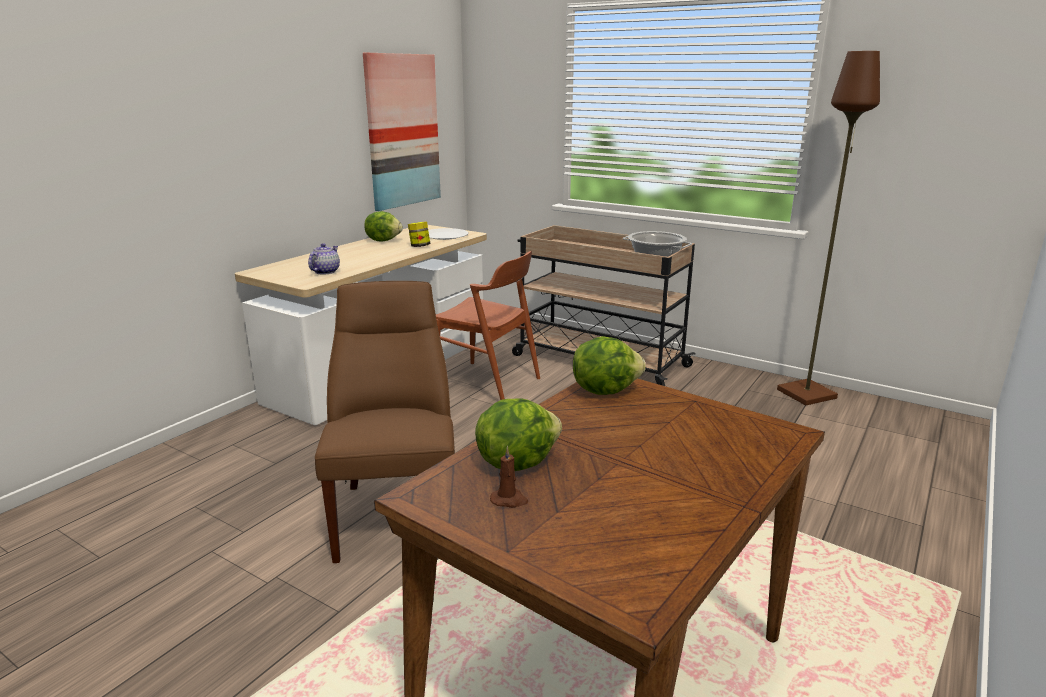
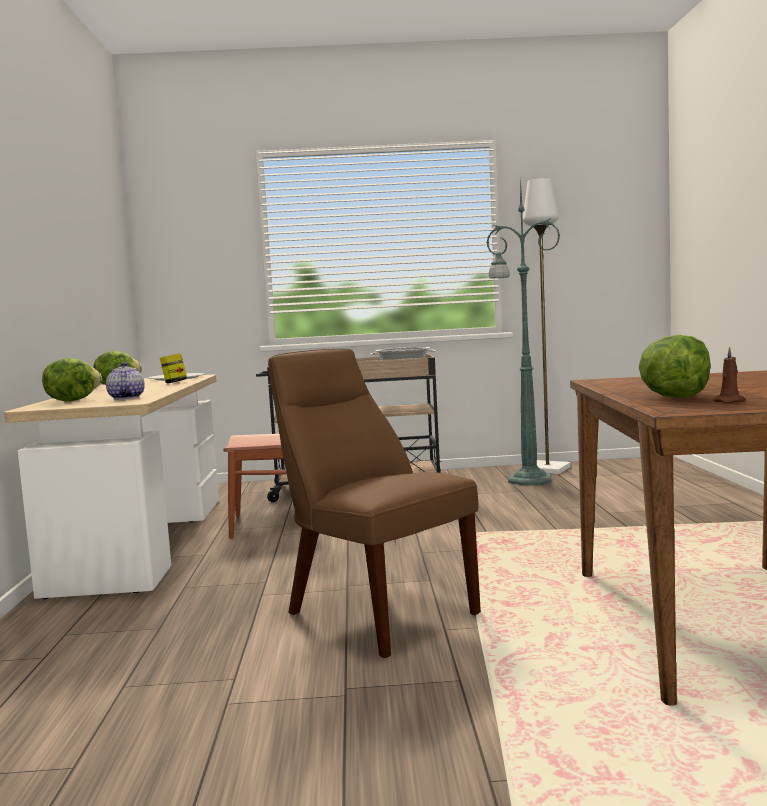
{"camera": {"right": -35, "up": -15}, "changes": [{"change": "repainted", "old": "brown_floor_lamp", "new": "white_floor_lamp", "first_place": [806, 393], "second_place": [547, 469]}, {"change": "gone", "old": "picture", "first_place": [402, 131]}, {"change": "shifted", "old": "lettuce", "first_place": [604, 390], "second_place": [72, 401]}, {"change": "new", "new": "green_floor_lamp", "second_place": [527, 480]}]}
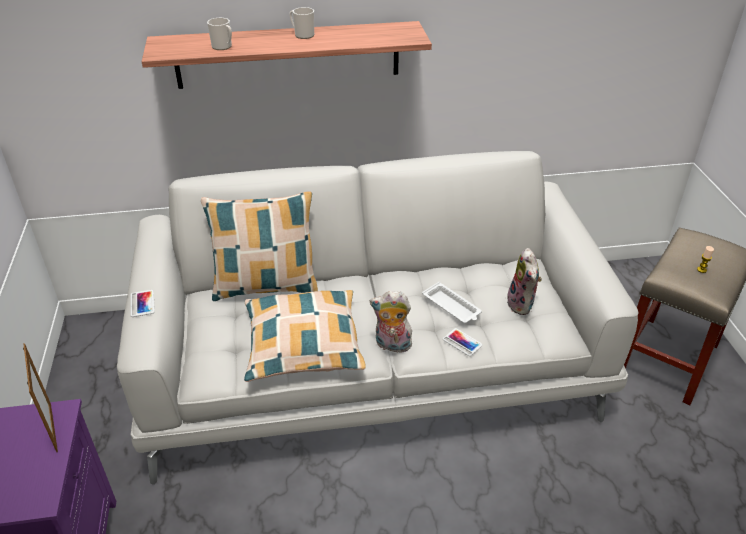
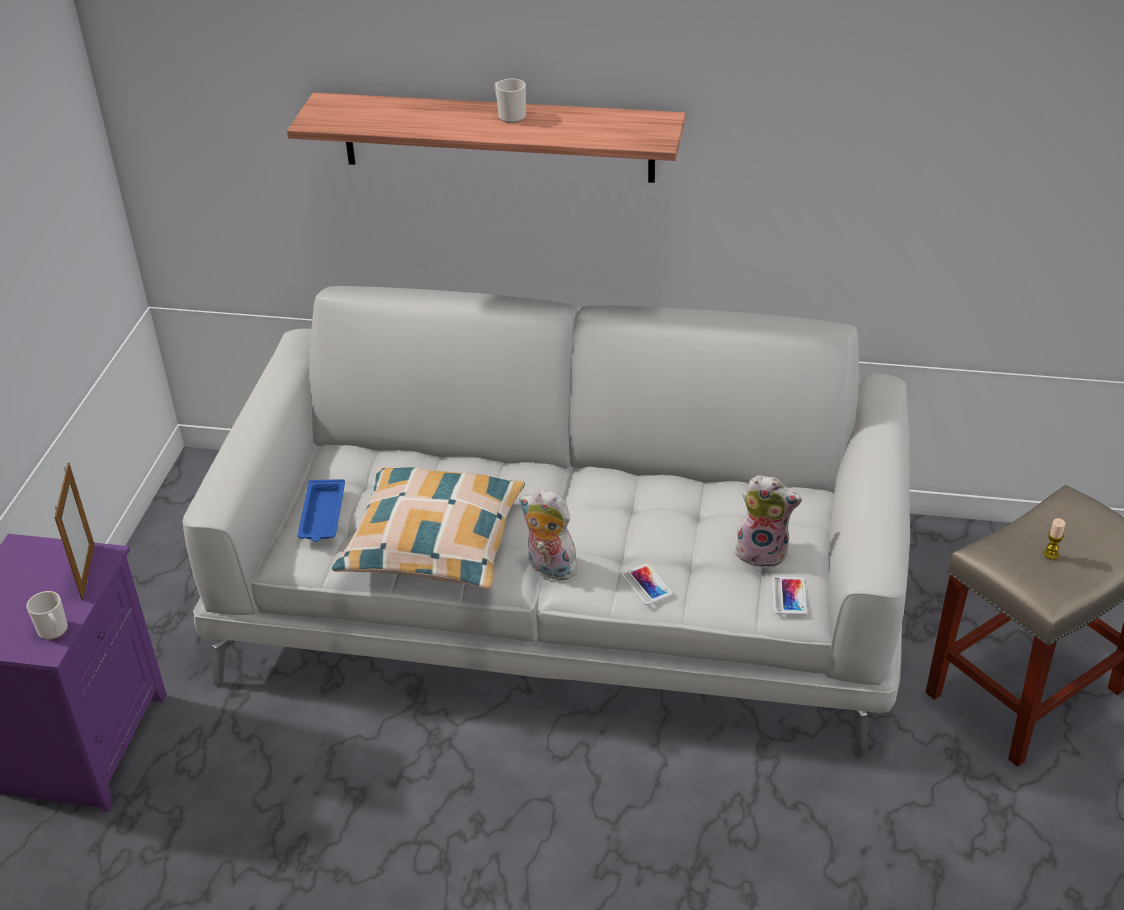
{"camera": {"right": 20, "up": 0}, "changes": [{"change": "shifted", "old": "mug", "first_place": [223, 47], "second_place": [54, 631]}, {"change": "gone", "old": "pillow", "first_place": [266, 286]}, {"change": "rotated", "old": "plush_toy", "first_place": [522, 305], "second_place": [763, 552], "degrees": -90}, {"change": "gone", "old": "white_tray", "first_place": [452, 307]}, {"change": "shifted", "old": "phone", "first_place": [142, 303], "second_place": [789, 596]}, {"change": "new", "new": "blue_tray", "second_place": [322, 515]}]}
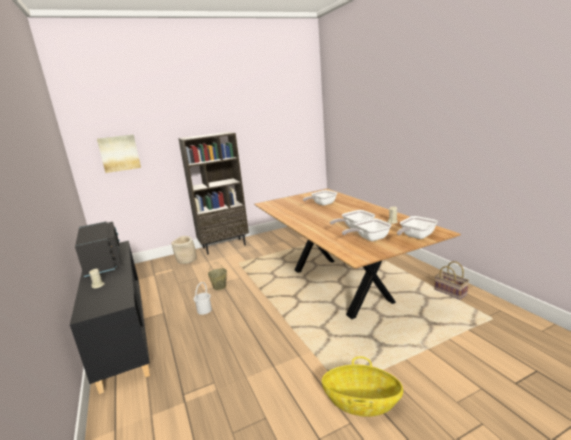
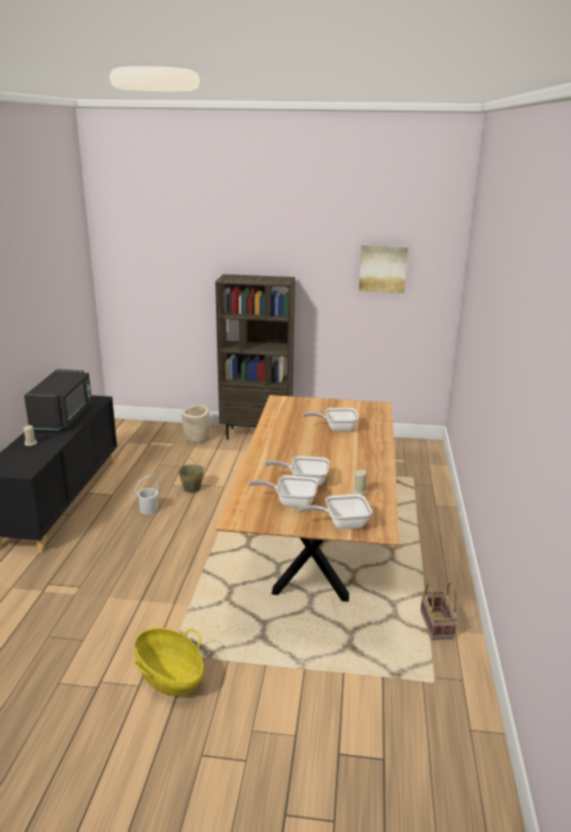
{"camera": {"right": 30, "up": 5}, "changes": [{"change": "shifted", "old": "picture", "first_place": [119, 153], "second_place": [383, 268]}]}
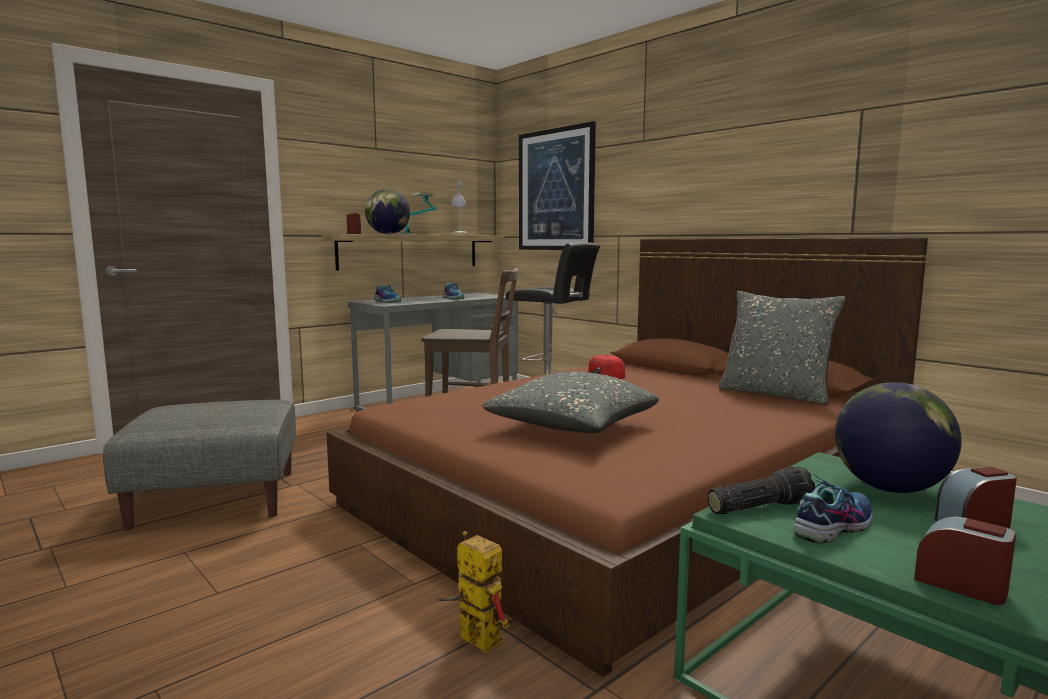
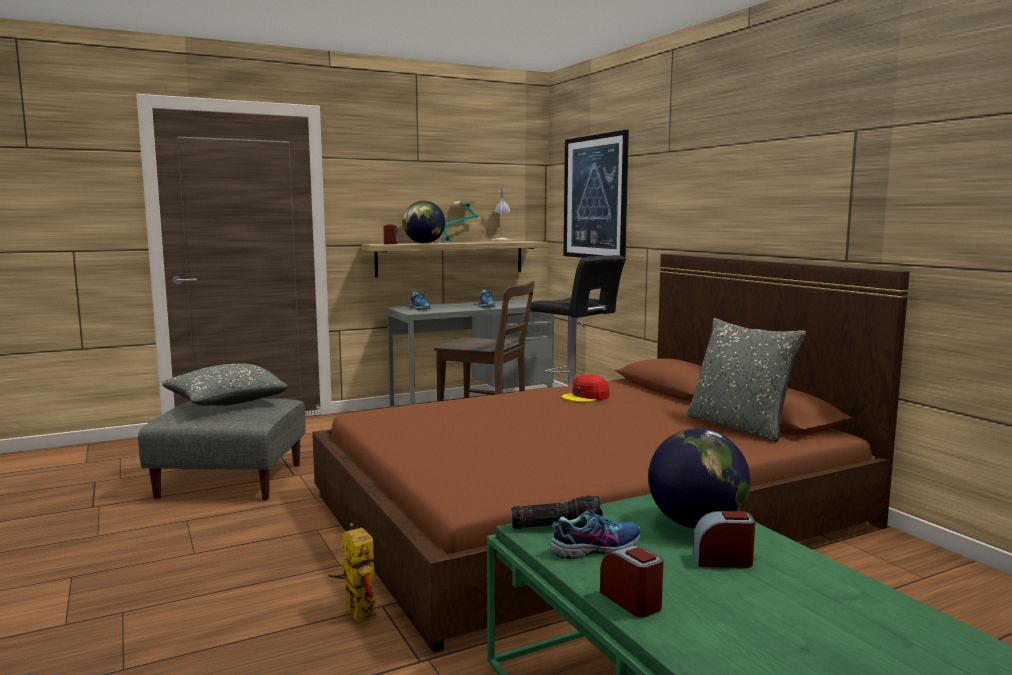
{"camera": {"right": 15, "up": 0}, "changes": [{"change": "shifted", "old": "grey_pillow", "first_place": [572, 428], "second_place": [225, 404]}]}
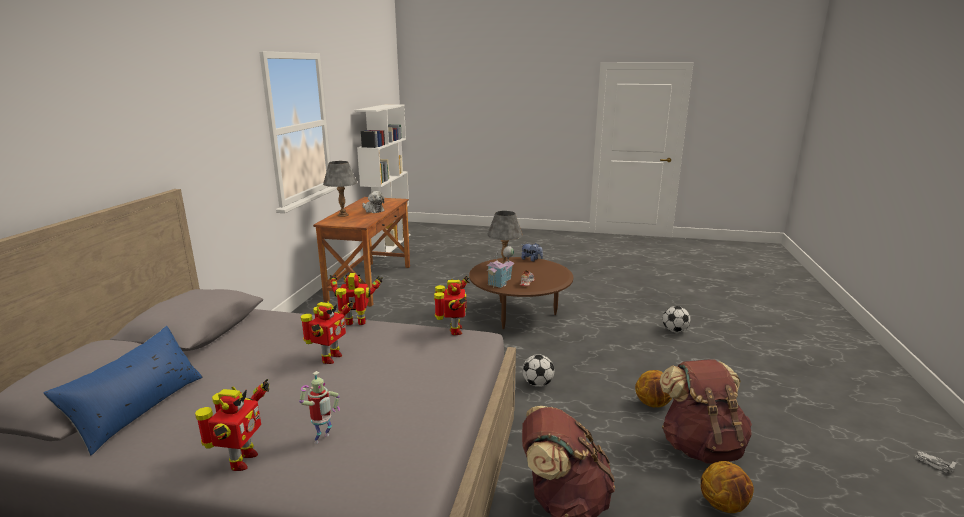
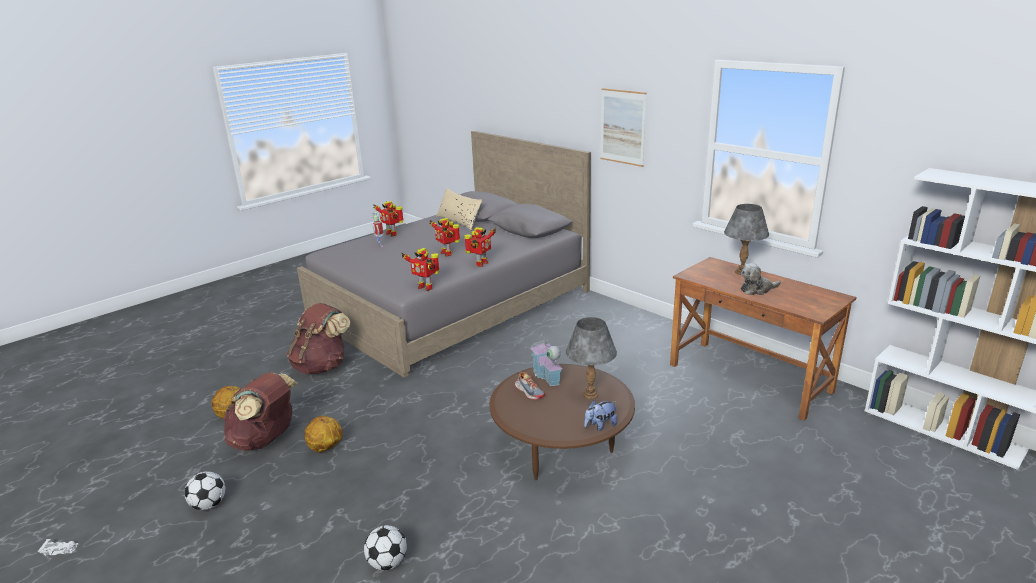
{"camera": {"right": 125, "up": 5}, "changes": [{"change": "repainted", "old": "blue_pillow", "new": "beige_pillow", "first_place": [139, 409], "second_place": [459, 221]}, {"change": "shifted", "old": "football", "first_place": [537, 384], "second_place": [209, 505]}, {"change": "new", "new": "picture", "second_place": [622, 127]}]}
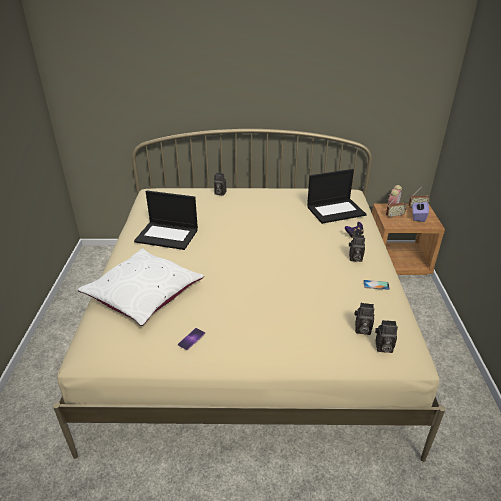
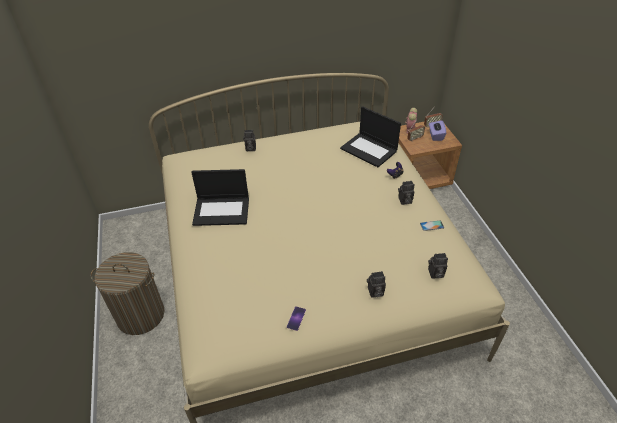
{"camera": {"right": -15, "up": 10}, "changes": [{"change": "rotated", "old": "laptop", "first_place": [336, 210], "second_place": [369, 150], "degrees": 75}, {"change": "gone", "old": "white_pillow", "first_place": [143, 293]}, {"change": "shifted", "old": "photo_camera", "first_place": [383, 347], "second_place": [375, 292]}, {"change": "new", "new": "laundry_basket", "second_place": [140, 315]}]}
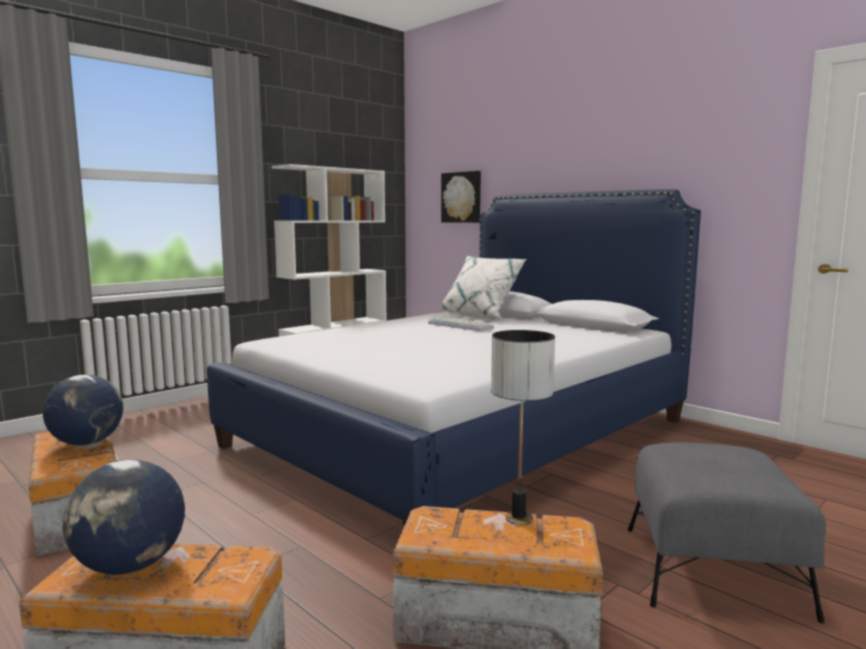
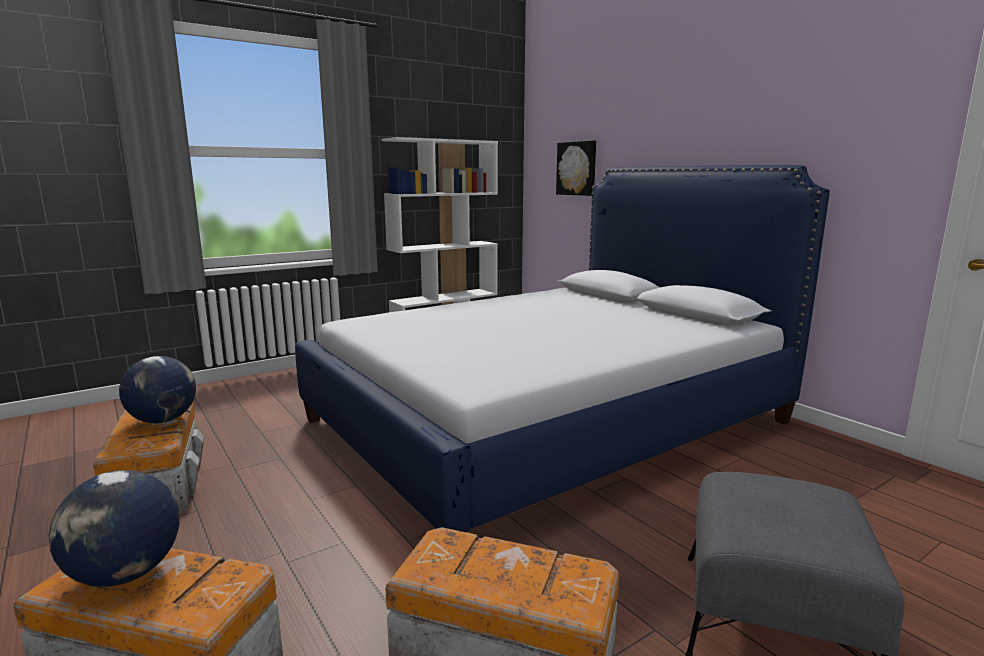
{"camera": {"right": 10, "up": 5}, "changes": [{"change": "gone", "old": "white_pillow", "first_place": [480, 315]}, {"change": "gone", "old": "keyboard", "first_place": [461, 325]}, {"change": "gone", "old": "table_lamp", "first_place": [519, 518]}]}
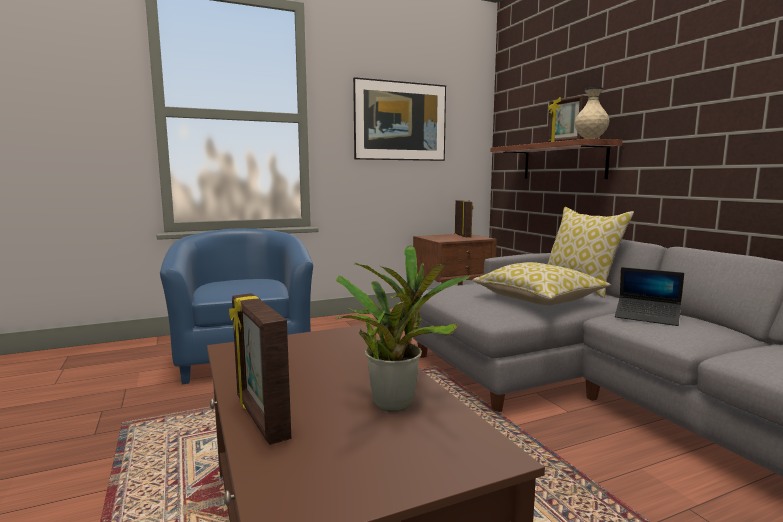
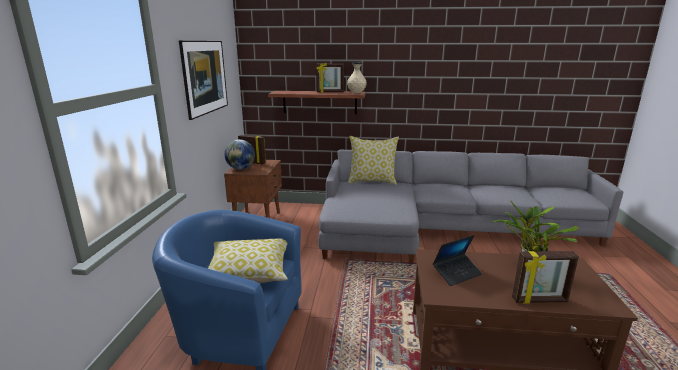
{"camera": {"right": -60, "up": 10}, "changes": [{"change": "shifted", "old": "pillow", "first_place": [538, 299], "second_place": [249, 272]}, {"change": "shifted", "old": "laptop", "first_place": [647, 317], "second_place": [457, 273]}, {"change": "new", "new": "globe", "second_place": [241, 168]}]}
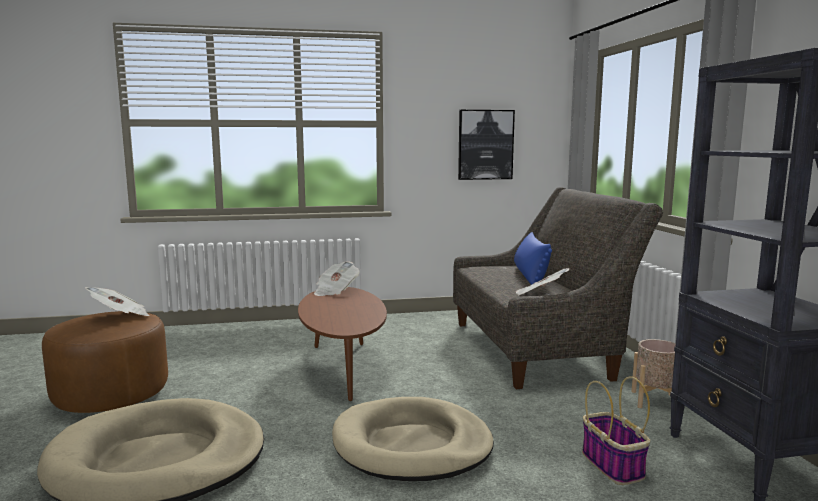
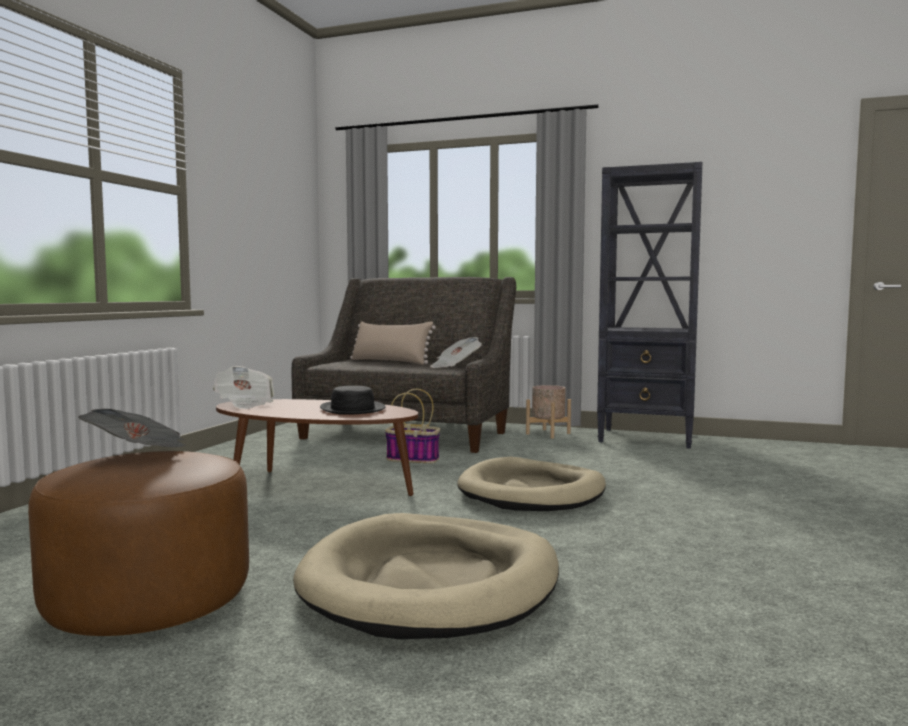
{"camera": {"right": -60, "up": -5}, "changes": [{"change": "gone", "old": "picture", "first_place": [485, 144]}, {"change": "repainted", "old": "blue_pillow", "new": "beige_pillow", "first_place": [530, 275], "second_place": [390, 361]}, {"change": "shifted", "old": "basket", "first_place": [613, 465], "second_place": [414, 459]}, {"change": "new", "new": "black_hat", "second_place": [352, 409]}]}
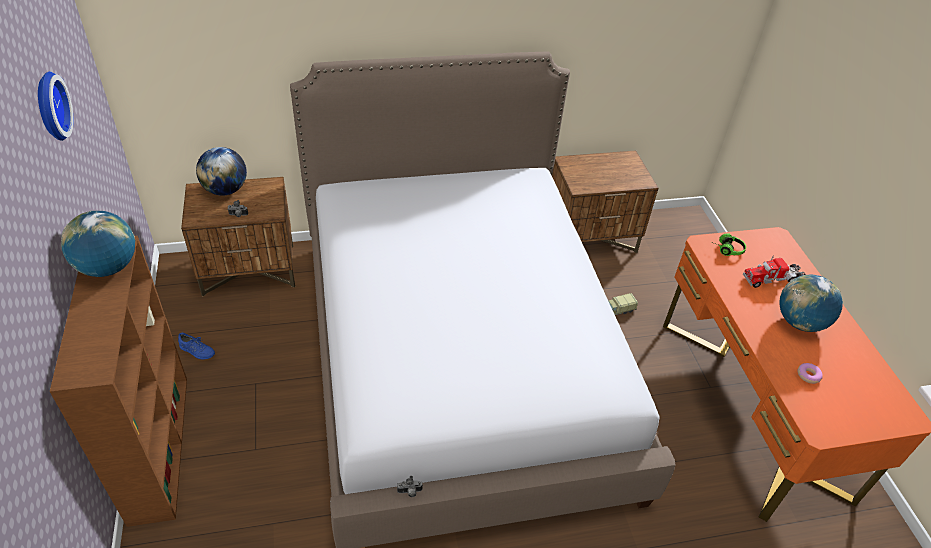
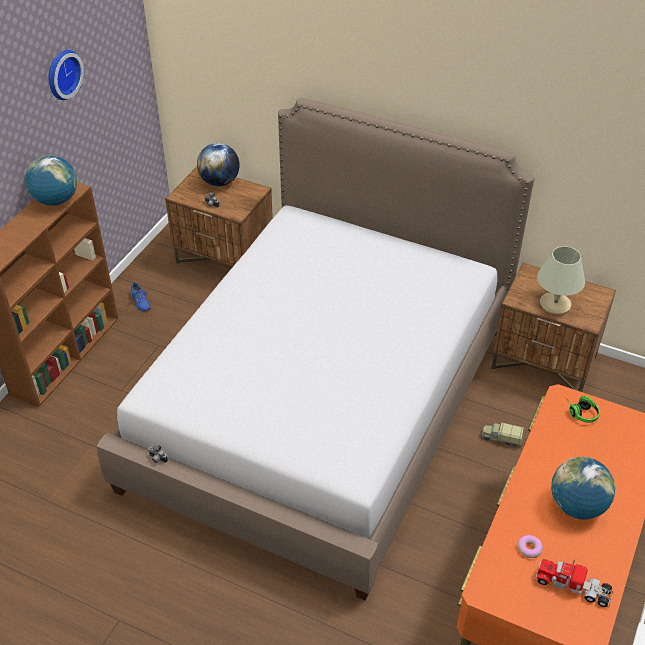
{"camera": {"right": 40, "up": 0}, "changes": [{"change": "shifted", "old": "toy_truck", "first_place": [773, 278], "second_place": [573, 586]}, {"change": "new", "new": "beige_table_lamp", "second_place": [554, 304]}]}
